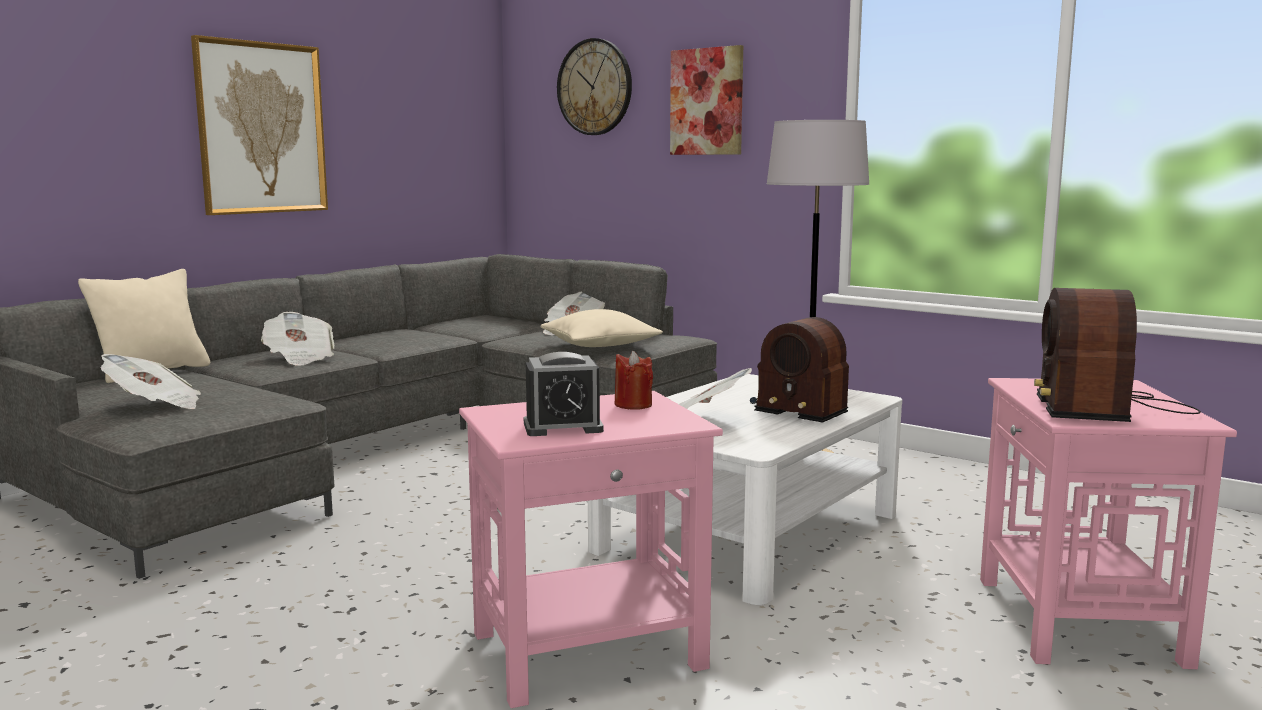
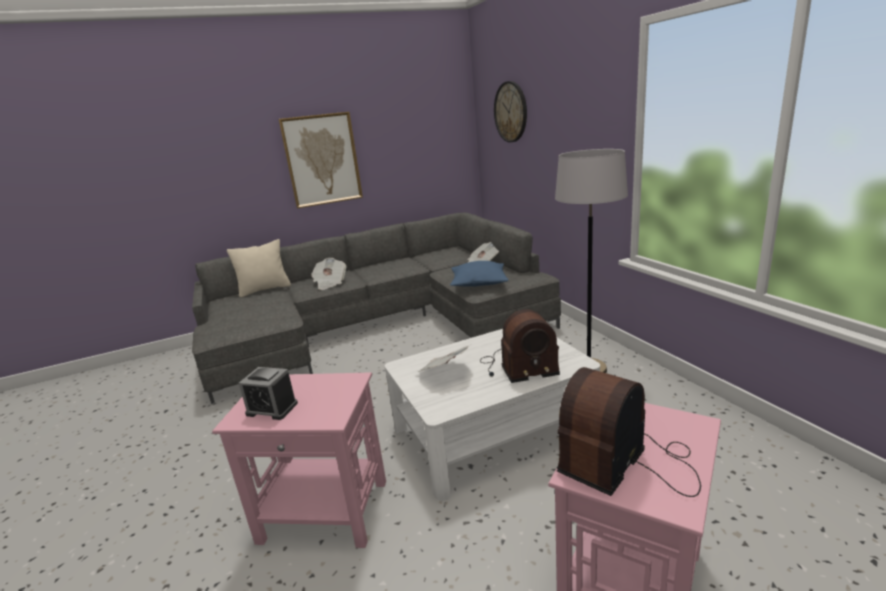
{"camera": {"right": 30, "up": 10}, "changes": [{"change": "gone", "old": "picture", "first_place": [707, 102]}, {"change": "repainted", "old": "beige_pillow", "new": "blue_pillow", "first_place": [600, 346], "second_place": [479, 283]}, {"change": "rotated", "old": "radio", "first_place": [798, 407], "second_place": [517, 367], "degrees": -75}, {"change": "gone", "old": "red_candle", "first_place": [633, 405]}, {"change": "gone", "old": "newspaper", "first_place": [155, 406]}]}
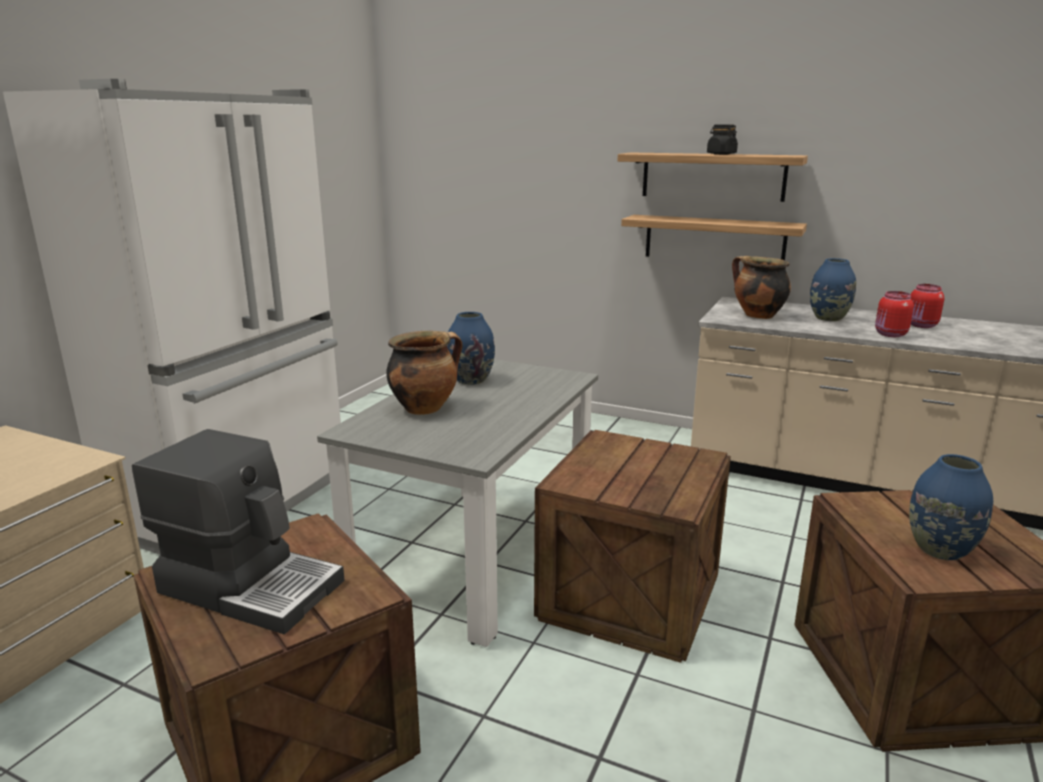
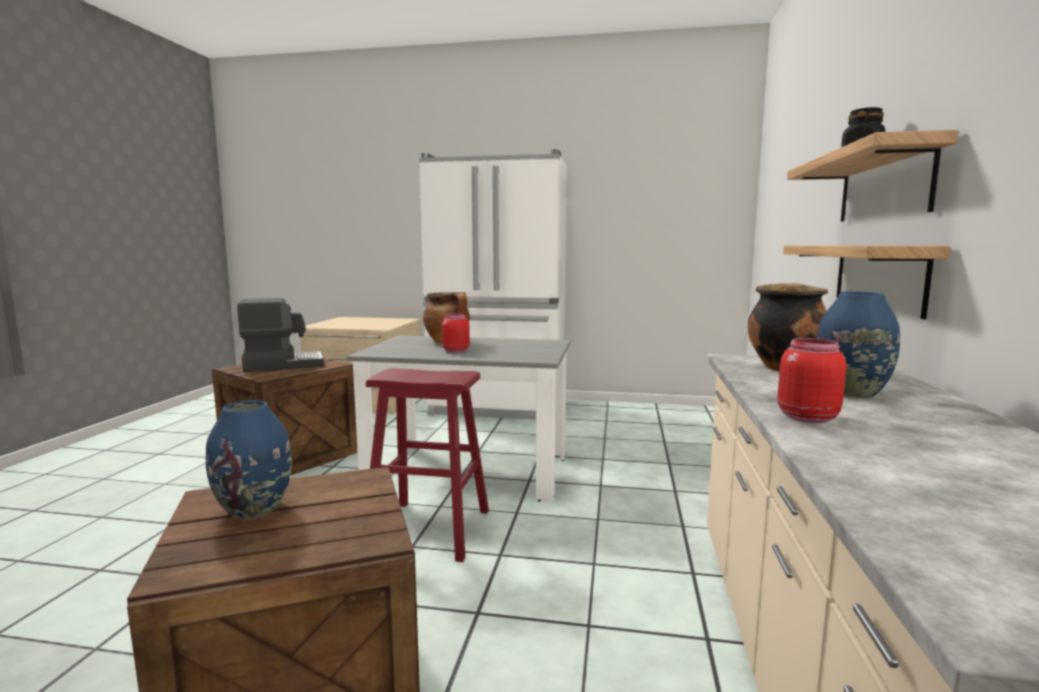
{"camera": {"right": 75, "up": -10}, "changes": [{"change": "shifted", "old": "red_jar", "first_place": [921, 326], "second_place": [455, 351]}, {"change": "gone", "old": "blue_vase", "first_place": [471, 380]}, {"change": "rotated", "old": "coffee_machine", "first_place": [251, 585], "second_place": [283, 365], "degrees": -120}, {"change": "swapped", "old": "crate", "new": "red_stool", "first_place": [630, 597], "second_place": [429, 529]}]}
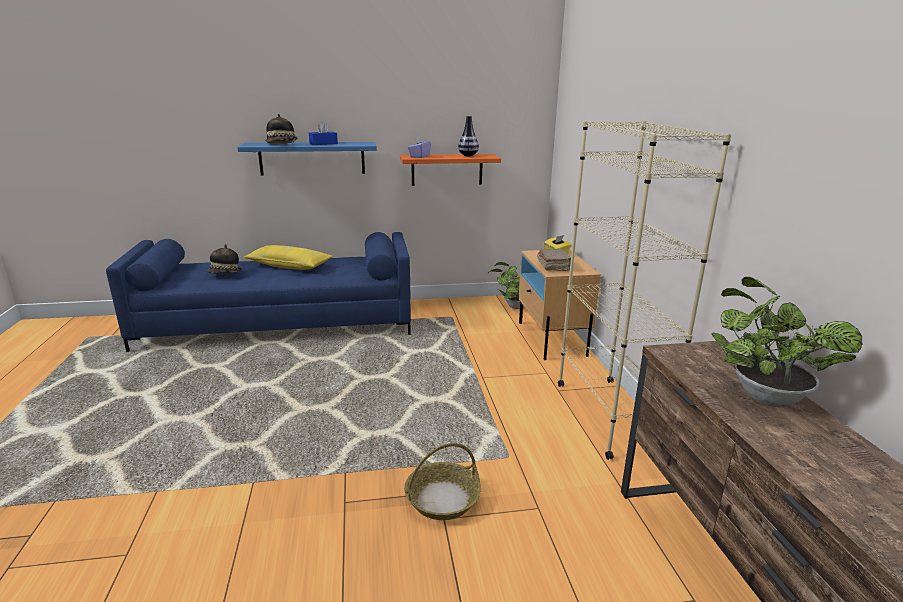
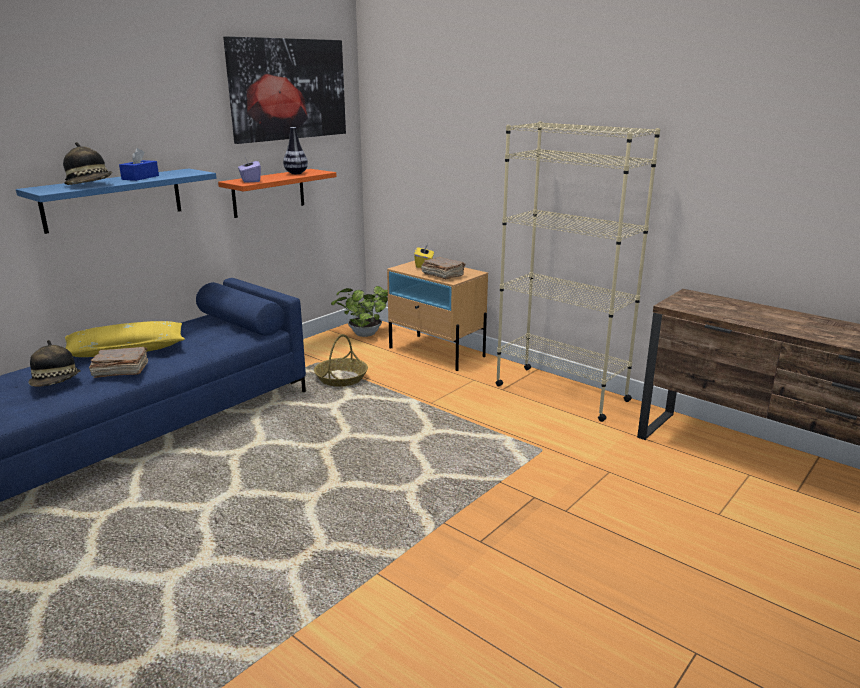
{"camera": {"right": -40, "up": 0}, "changes": [{"change": "gone", "old": "potted_plant", "first_place": [763, 395]}, {"change": "shifted", "old": "basket", "first_place": [443, 499], "second_place": [341, 378]}, {"change": "new", "new": "picture", "second_place": [288, 89]}, {"change": "new", "new": "brown_book", "second_place": [120, 371]}]}
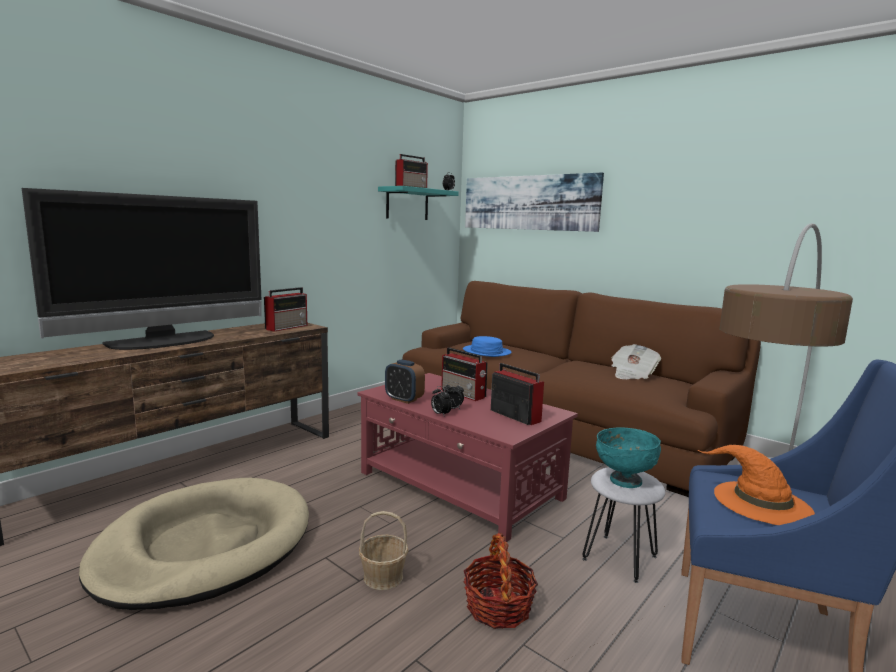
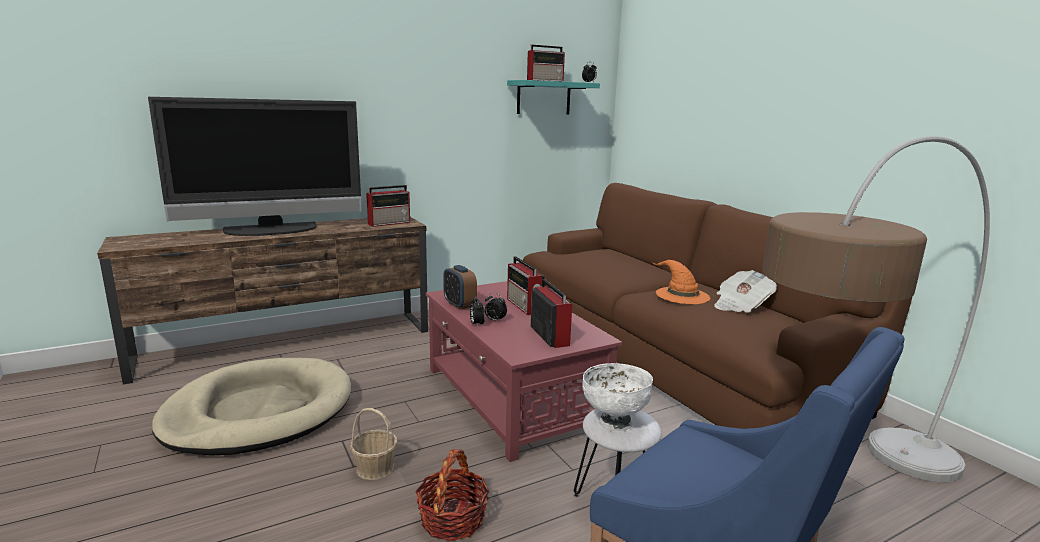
{"camera": {"right": 20, "up": 5}, "changes": [{"change": "gone", "old": "picture", "first_place": [528, 202]}, {"change": "gone", "old": "blue_hat", "first_place": [486, 352]}, {"change": "repainted", "old": "turquoise_bowl", "new": "white_bowl", "first_place": [624, 481], "second_place": [614, 422]}, {"change": "shifted", "old": "orange_hat", "first_place": [760, 502], "second_place": [681, 295]}]}
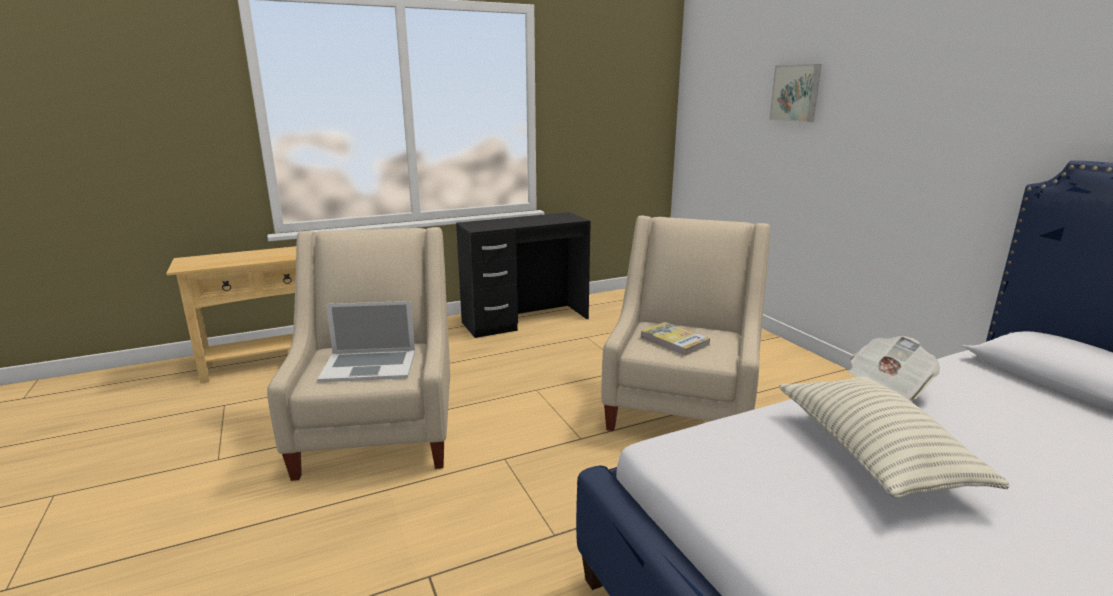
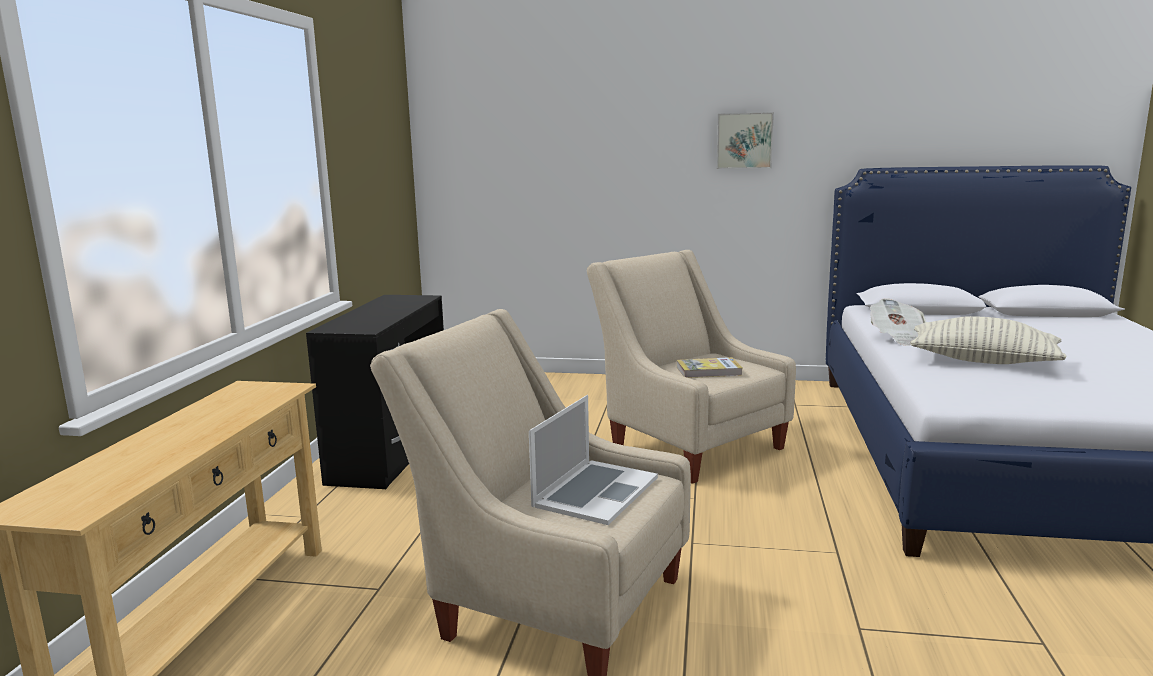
{"camera": {"right": -55, "up": -5}, "changes": [{"change": "shifted", "old": "picture", "first_place": [796, 93], "second_place": [744, 140]}]}
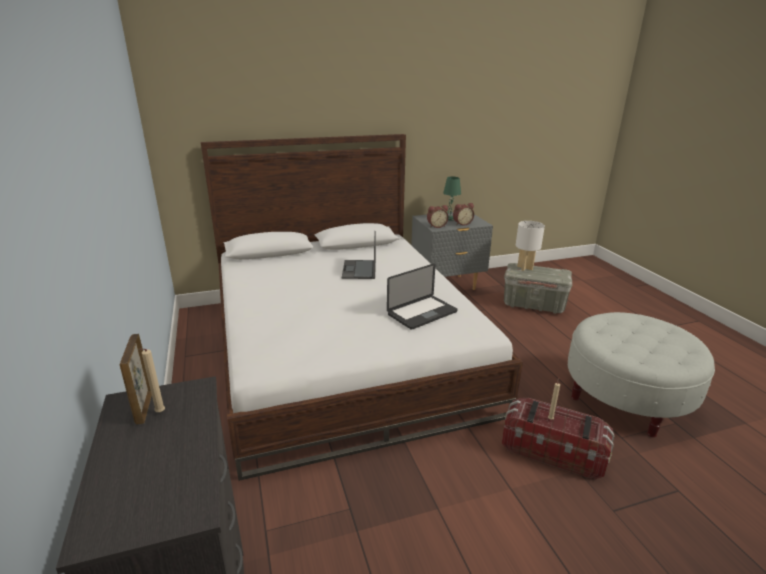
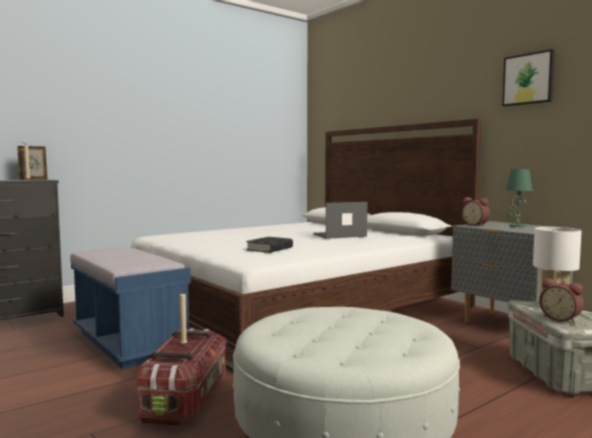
{"camera": {"right": 70, "up": -20}, "changes": [{"change": "shifted", "old": "alarm_clock", "first_place": [462, 223], "second_place": [561, 319]}, {"change": "swapped", "old": "laptop", "new": "black_book", "first_place": [422, 313], "second_place": [270, 249]}, {"change": "new", "new": "picture", "second_place": [528, 79]}, {"change": "new", "new": "blue_bench", "second_place": [129, 343]}]}
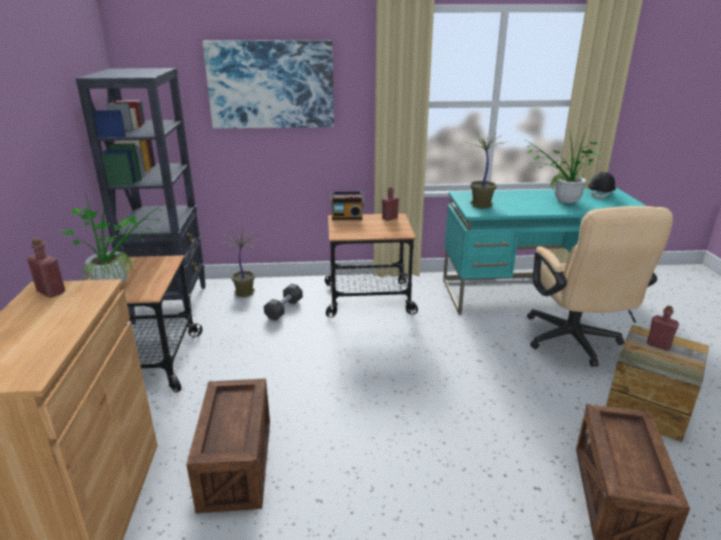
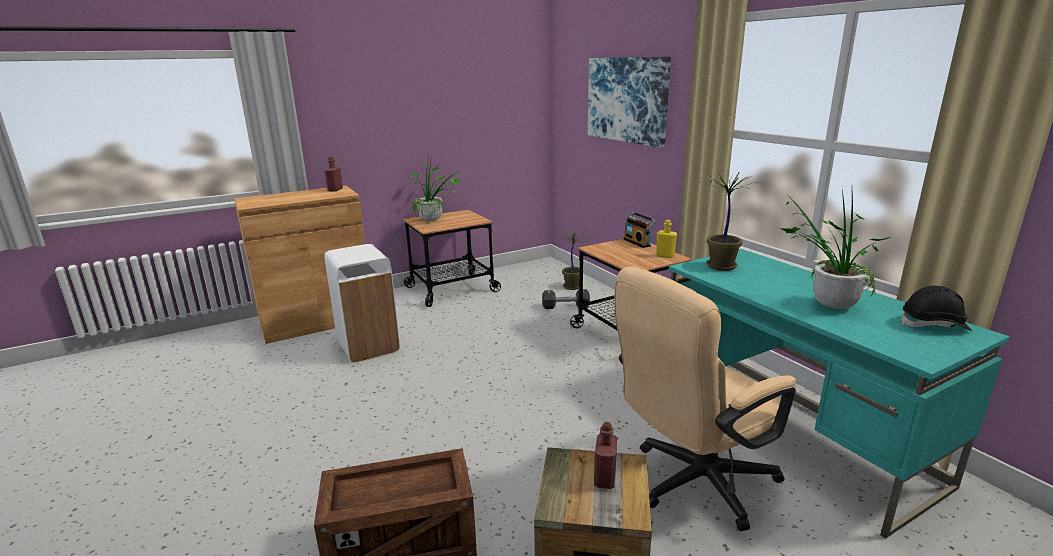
{"camera": {"right": 65, "up": -5}, "changes": [{"change": "gone", "old": "black_bookcase", "first_place": [171, 304]}, {"change": "repainted", "old": "red_bottle", "new": "yellow_bottle", "first_place": [389, 218], "second_place": [665, 255]}, {"change": "swapped", "old": "crate", "new": "white_trash_can", "first_place": [236, 464], "second_place": [369, 346]}]}
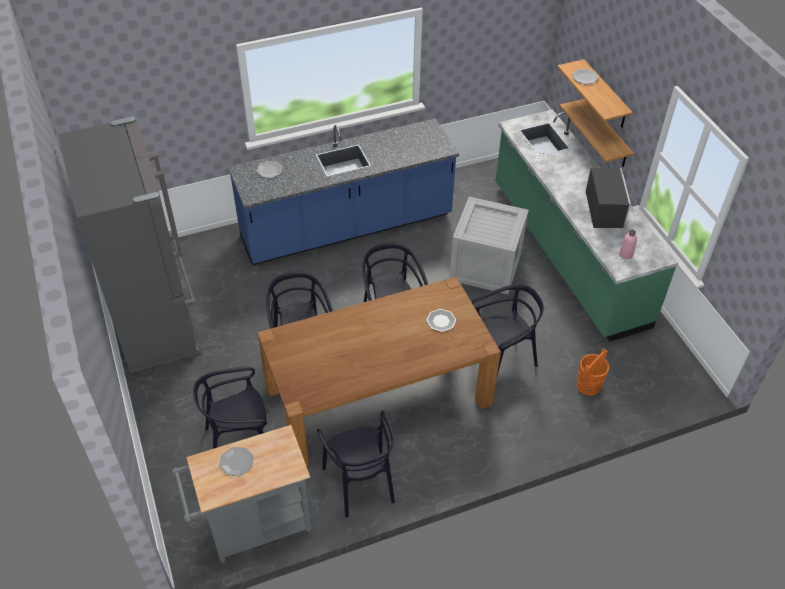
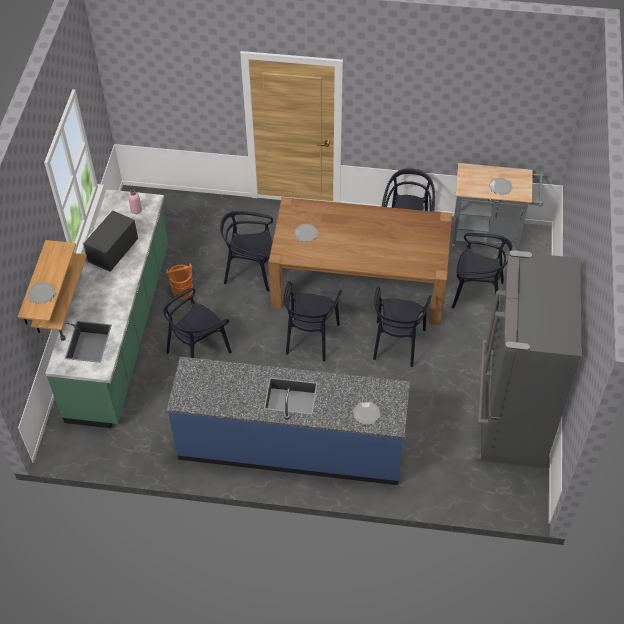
{"camera": {"right": -150, "up": 5}, "changes": [{"change": "swapped", "old": "crate", "new": "black_chair", "first_place": [485, 266], "second_place": [198, 350]}, {"change": "shifted", "old": "orange_bucket", "first_place": [588, 385], "second_place": [182, 291]}]}
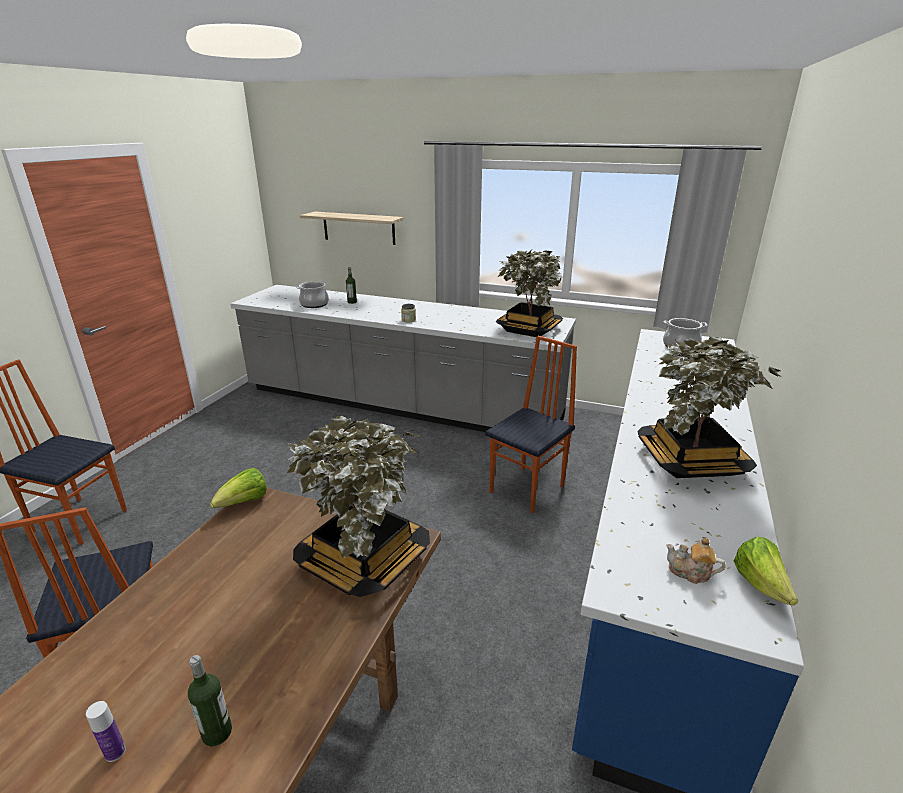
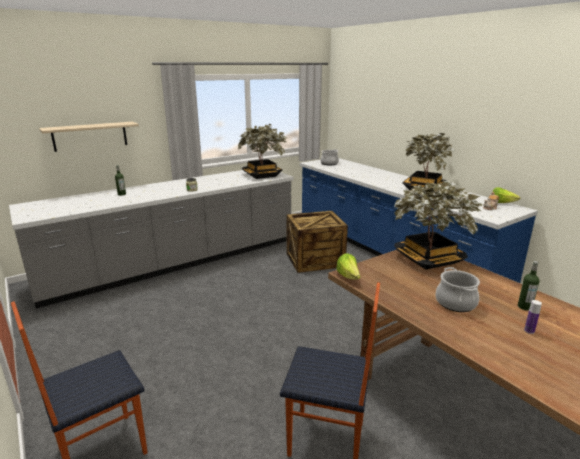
{"camera": {"right": -55, "up": -5}, "changes": [{"change": "shifted", "old": "cooking_pot", "first_place": [314, 304], "second_place": [456, 303]}, {"change": "swapped", "old": "chair", "new": "crate", "first_place": [528, 489], "second_place": [315, 259]}]}
